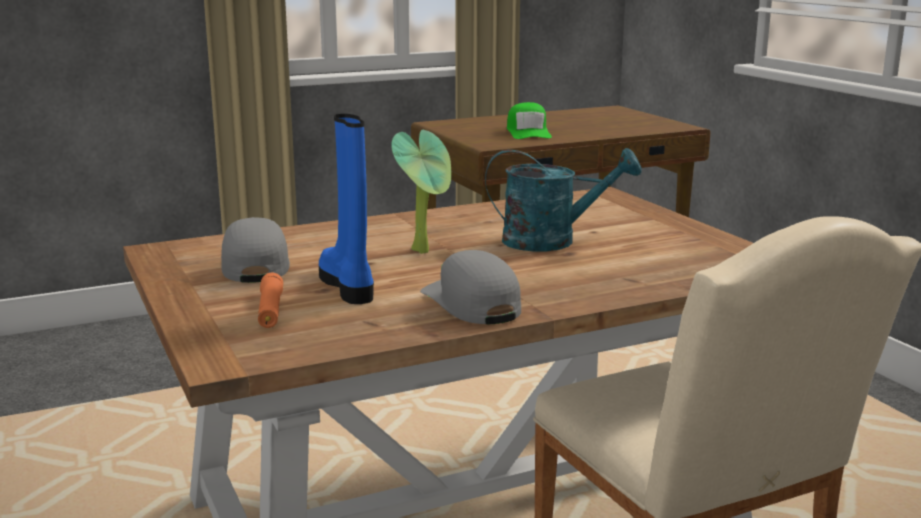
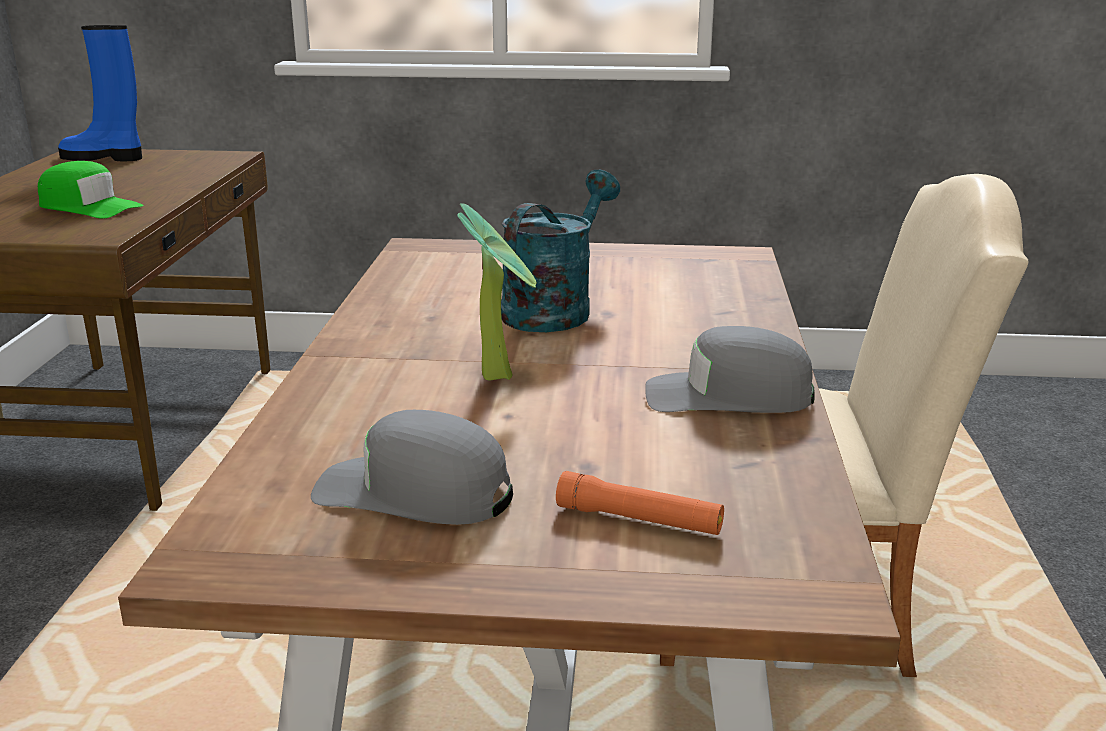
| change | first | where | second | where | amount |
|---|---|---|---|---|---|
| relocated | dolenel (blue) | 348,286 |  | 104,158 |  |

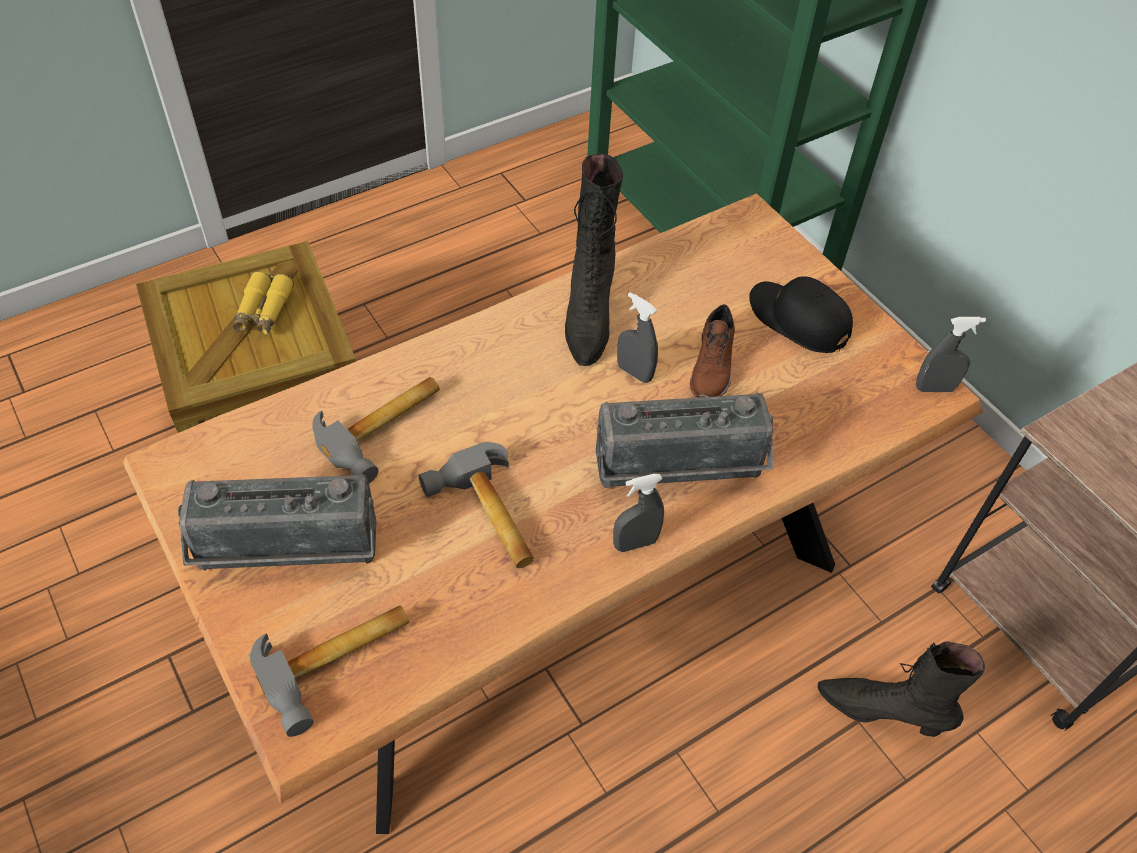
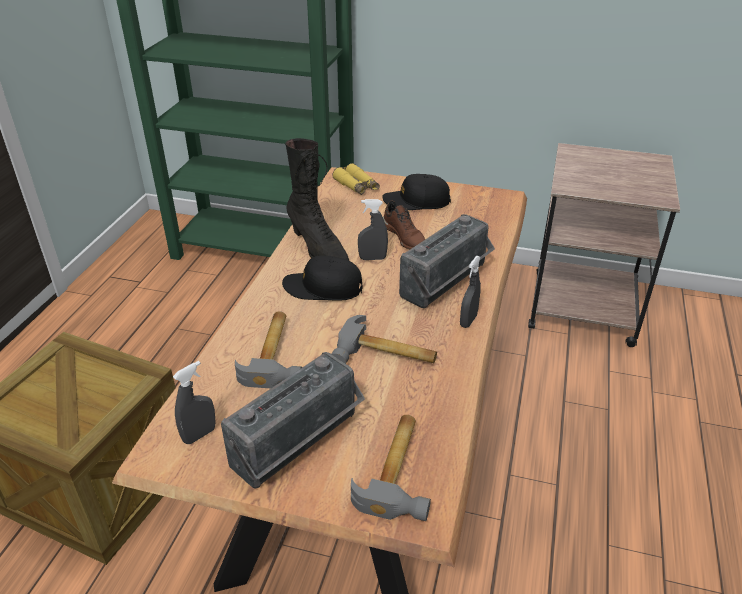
| change | first | where | second | where | amount |
|---|---|---|---|---|---|
| relocated | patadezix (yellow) | 263,311 |  | 356,186 |  |
| missing | dolenel (black) | 881,711 |  |  |  |
| relocated | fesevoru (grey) | 934,388 |  | 199,435 |  |
| appeared |  |  | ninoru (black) | 323,288 |  |

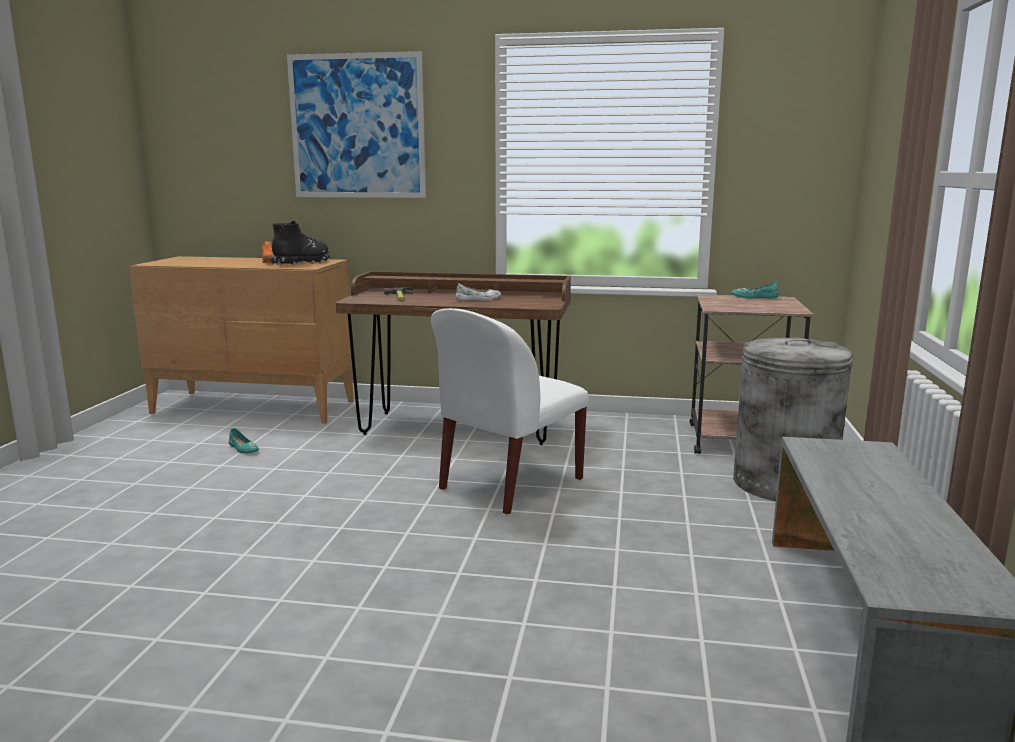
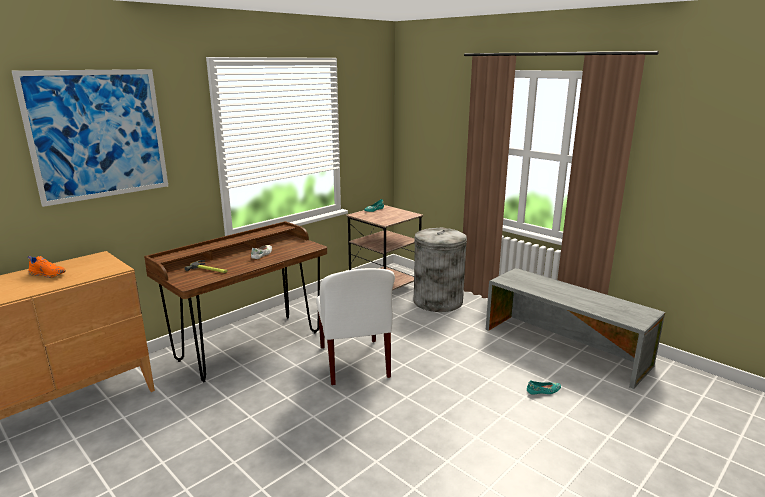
| change | first | where | second | where | amount |
|---|---|---|---|---|---|
| relocated | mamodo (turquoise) | 243,449 |  | 543,391 |  |
| missing | dolenel (black) | 302,263 |  |  |  |

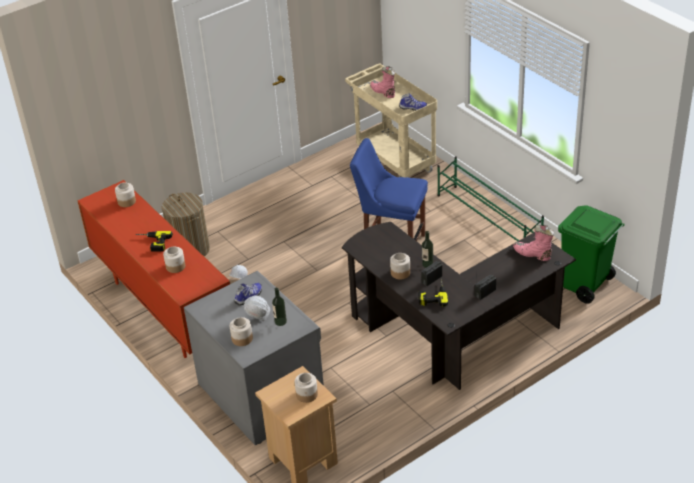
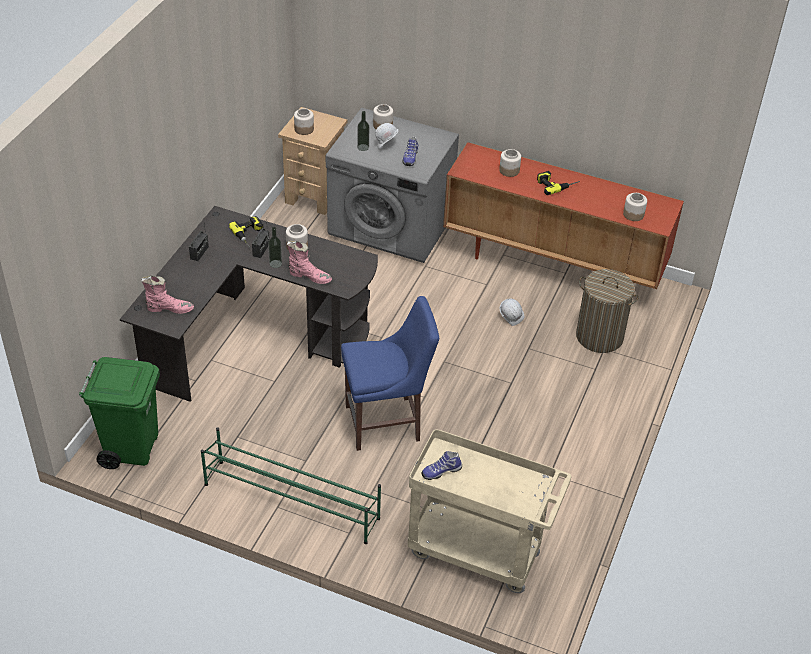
| change | first | where | second | where | amount |
|---|---|---|---|---|---|
| relocated | dolenel (pink) | 383,92 |  | 309,276 |  |

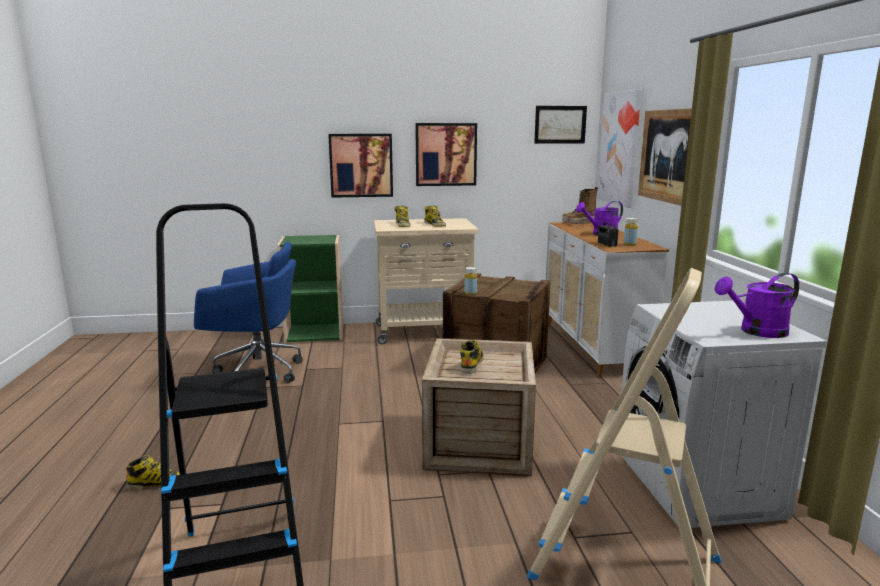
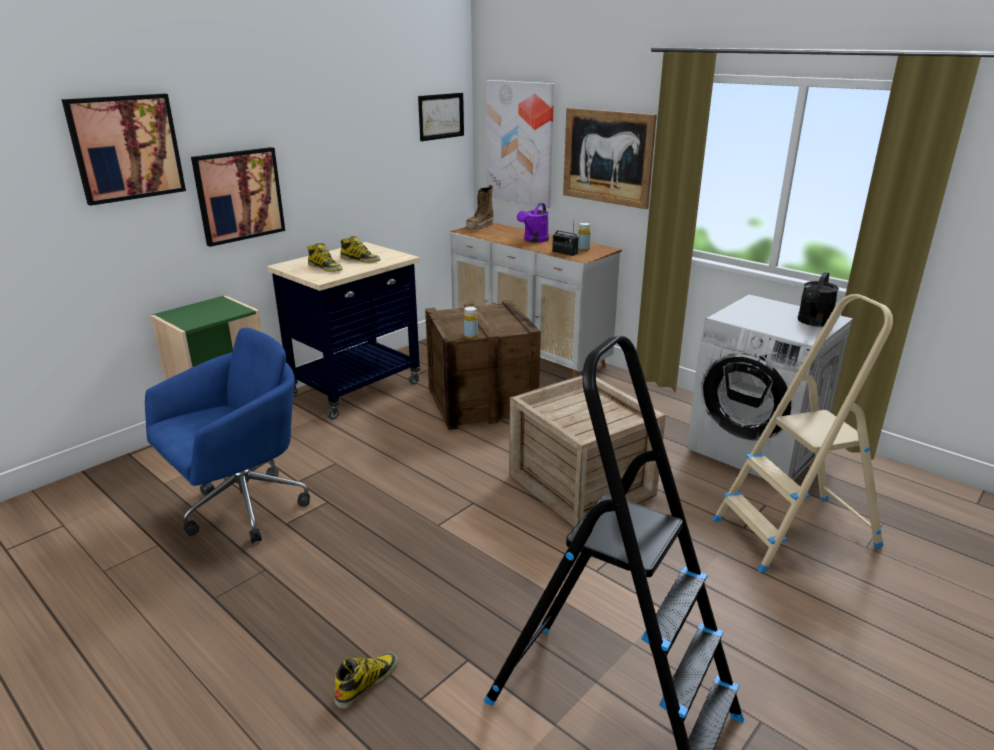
| change | first | where | second | where | amount |
|---|---|---|---|---|---|
| colour | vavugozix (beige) | 424,332 | vavugozix (blue) | 355,389 |  |
| relocated | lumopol | 446,154 |  | 126,148 |  |
| missing | dolenel | 472,364 |  |  |  |
| colour | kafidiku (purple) | 757,332 | kafidiku (black) | 813,322 |  |

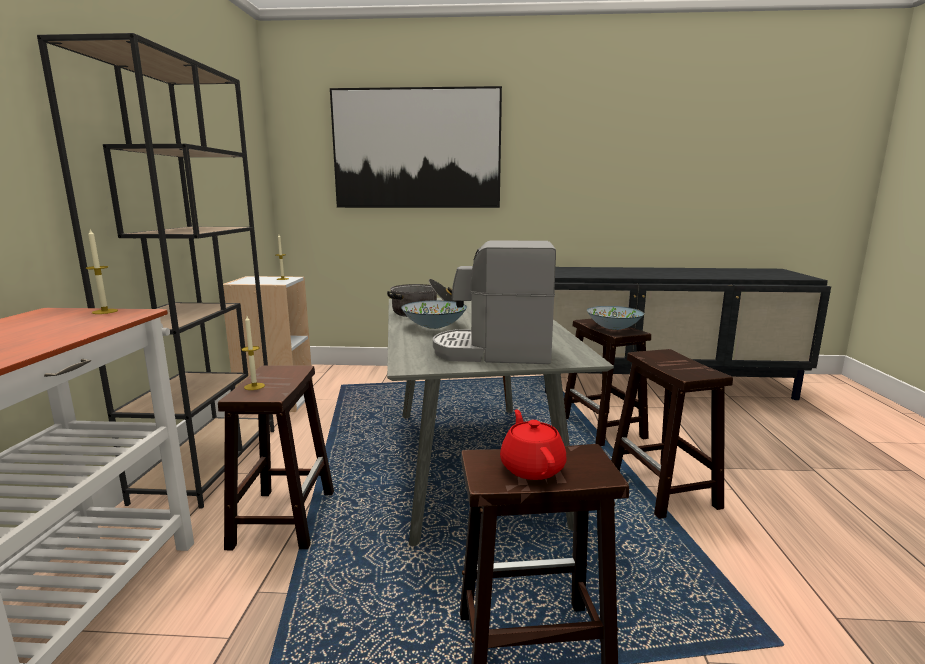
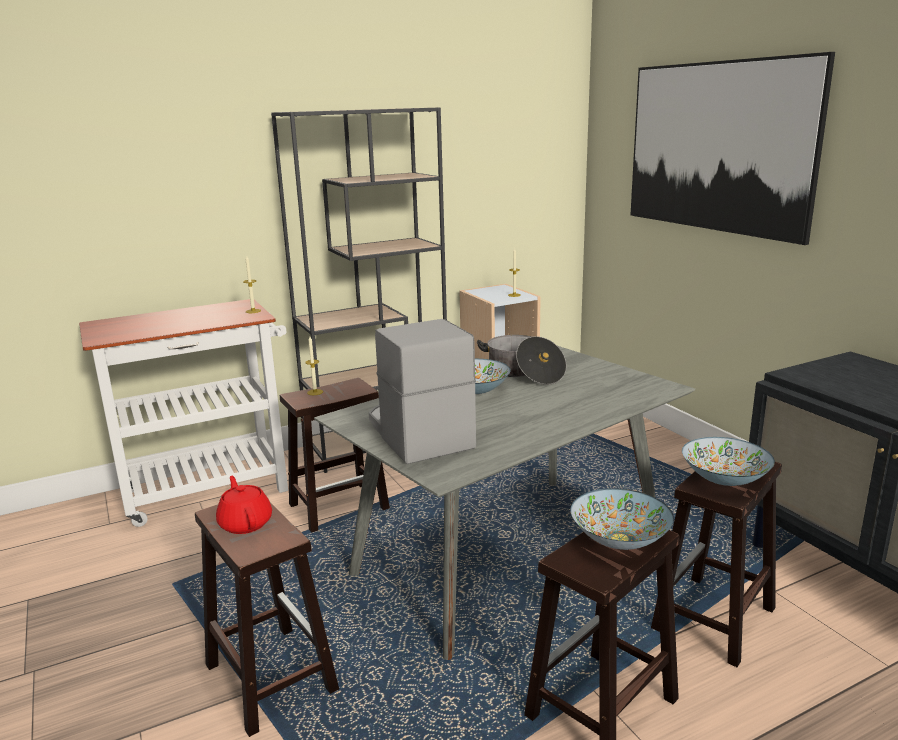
| change | first | where | second | where | amount |
|---|---|---|---|---|---|
| spun | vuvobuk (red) | 532,467 |  | 245,523 | 75 degrees counterclockwise |
| appeared |  |  | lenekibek | 619,539 |  |

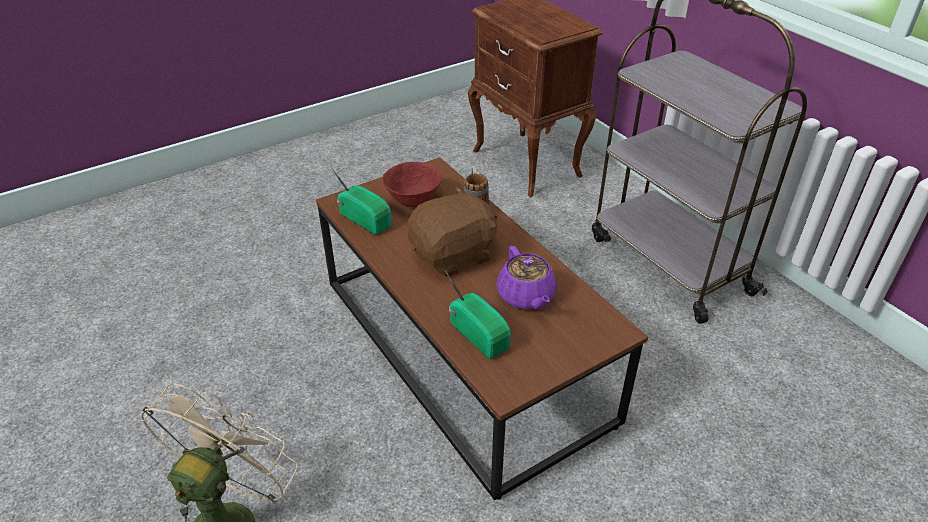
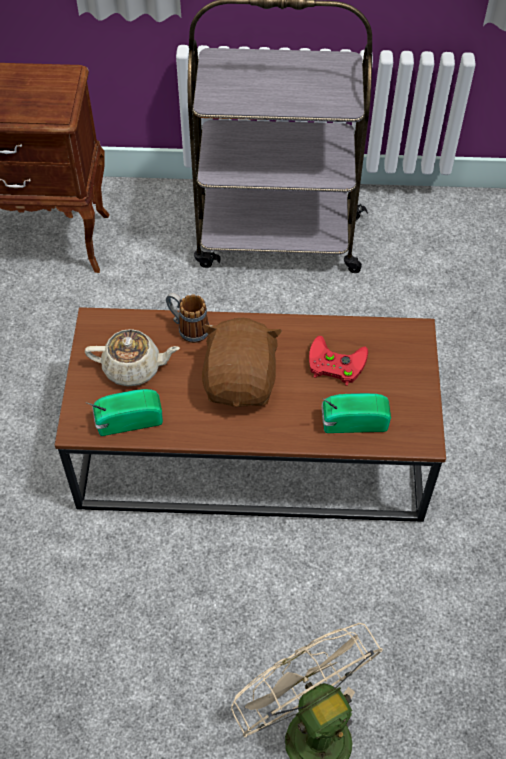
| change | first | where | second | where | amount |
|---|---|---|---|---|---|
| exchanged | lenekibek (red) | 413,201 | vuvobuk (beige) | 133,368 |  |
| exchanged | vuvobuk (purple) | 526,296 | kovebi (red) | 334,364 |  |

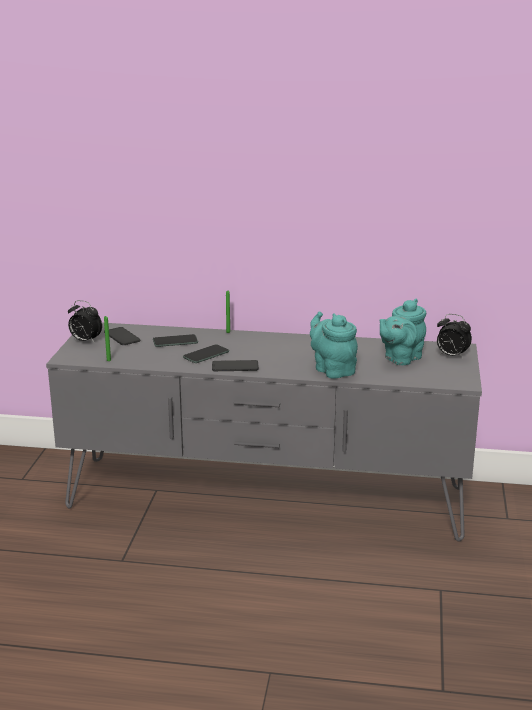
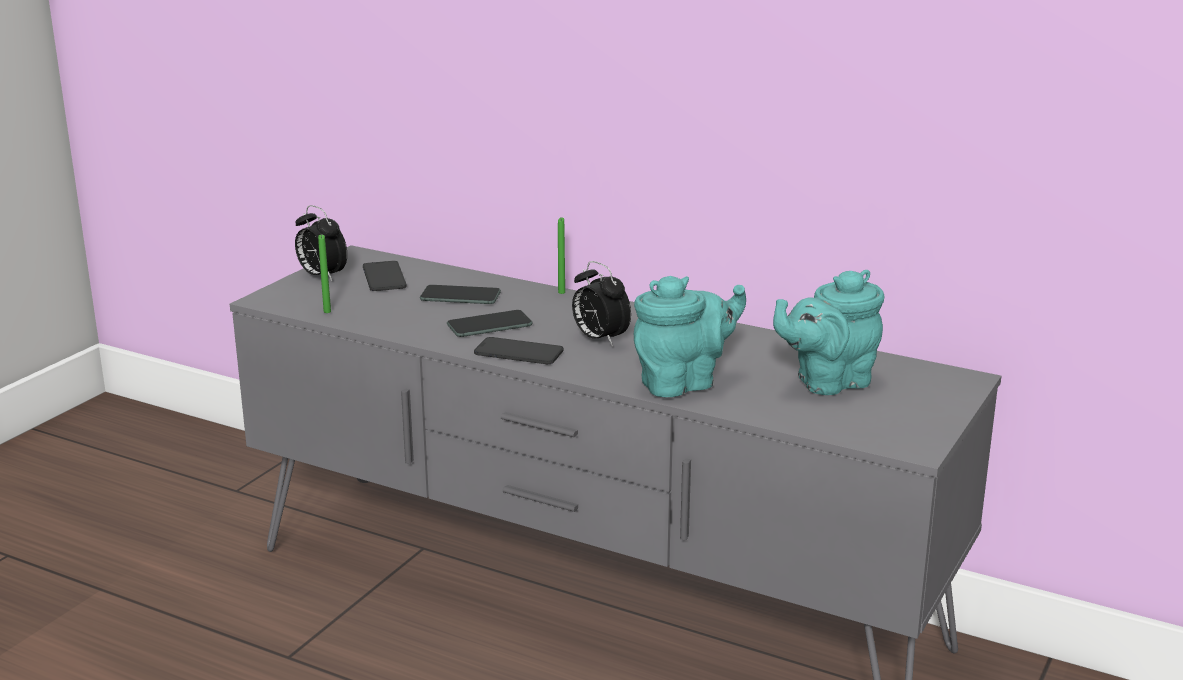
| change | first | where | second | where | amount |
|---|---|---|---|---|---|
| spun | vuvobuk (turquoise) | 332,369 |  | 683,383 | 75 degrees clockwise |
| relocated | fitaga | 451,356 |  | 599,339 |  |

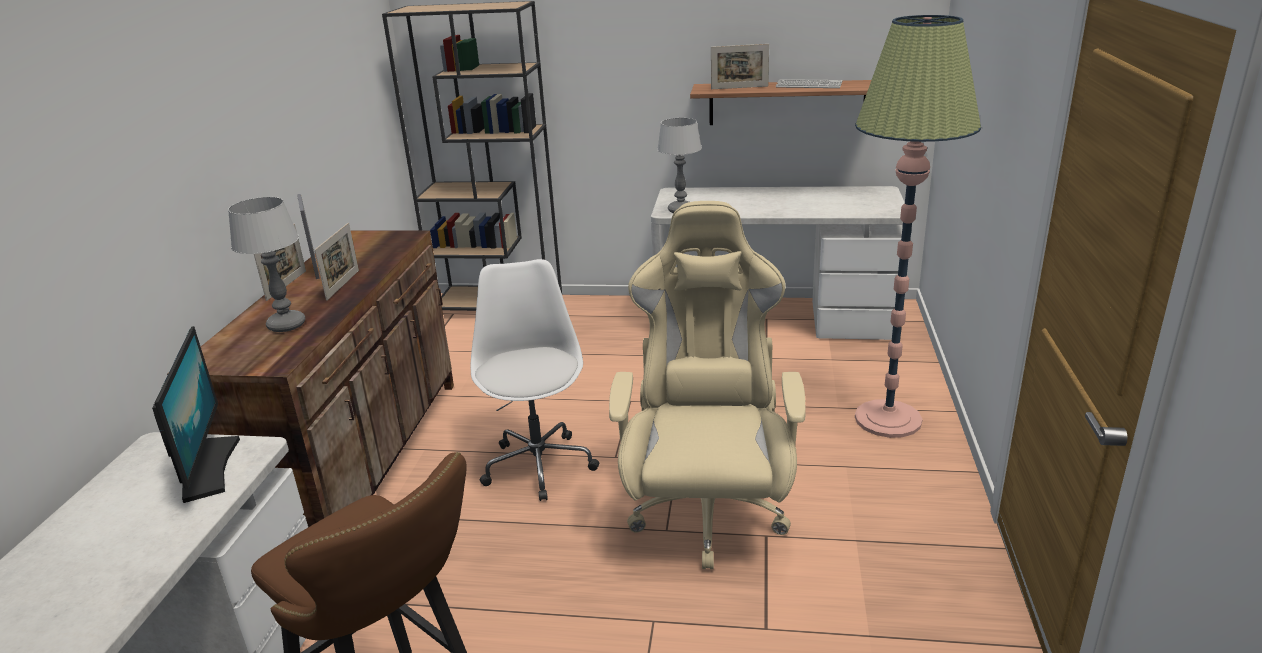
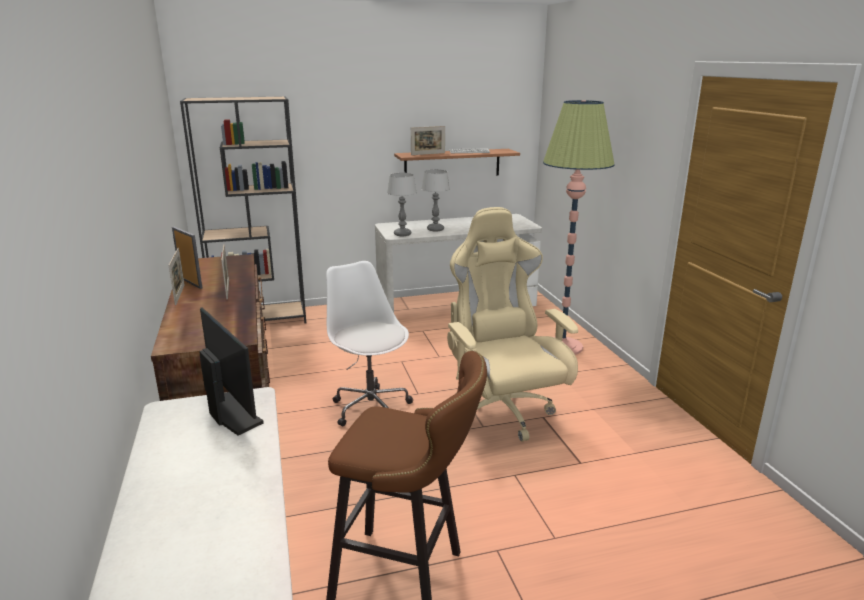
| change | first | where | second | where | amount |
|---|---|---|---|---|---|
| relocated | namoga | 287,325 |  | 435,229 |  |

